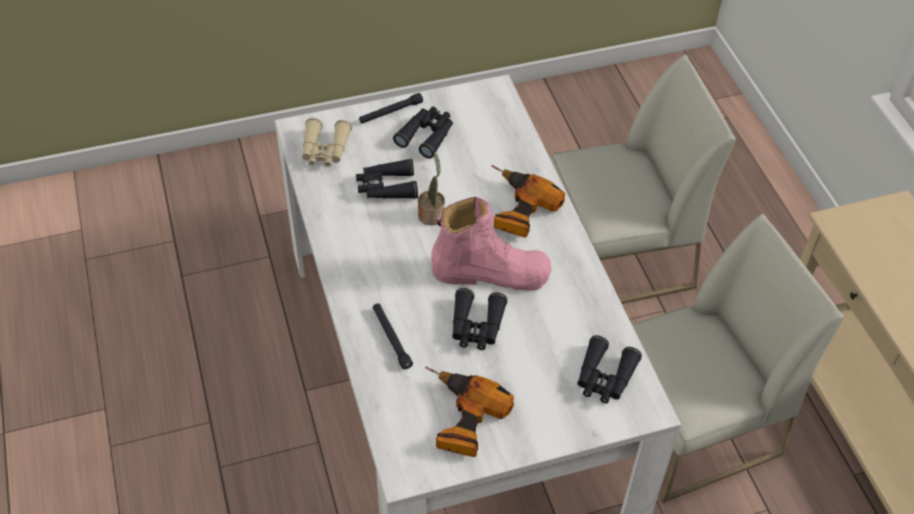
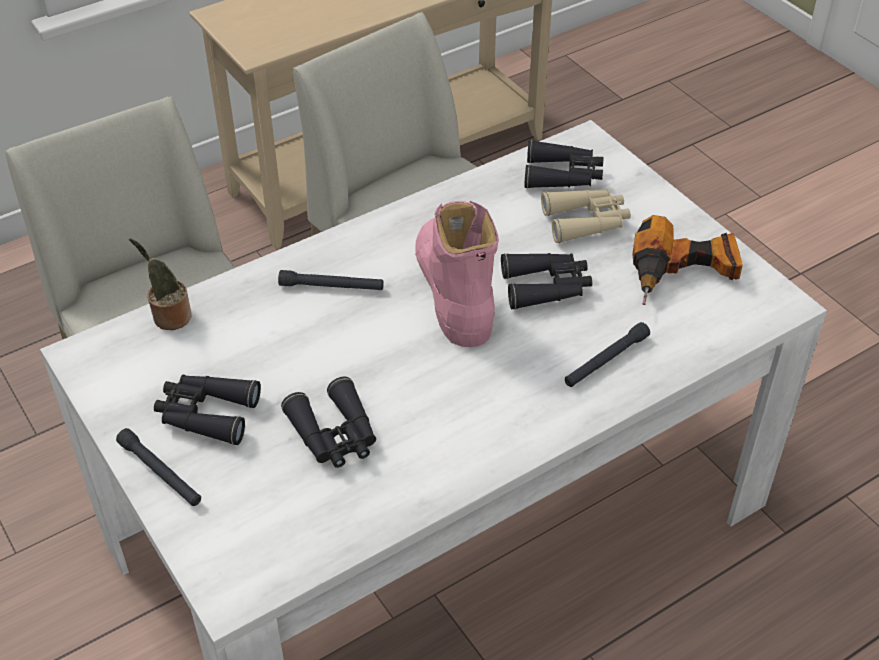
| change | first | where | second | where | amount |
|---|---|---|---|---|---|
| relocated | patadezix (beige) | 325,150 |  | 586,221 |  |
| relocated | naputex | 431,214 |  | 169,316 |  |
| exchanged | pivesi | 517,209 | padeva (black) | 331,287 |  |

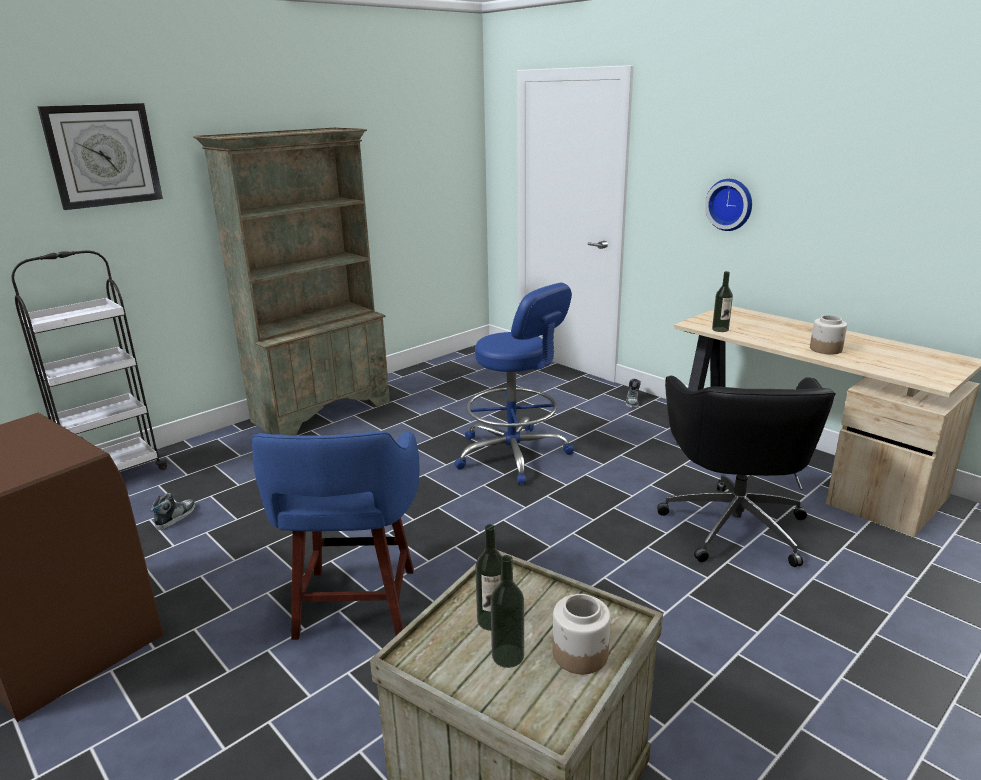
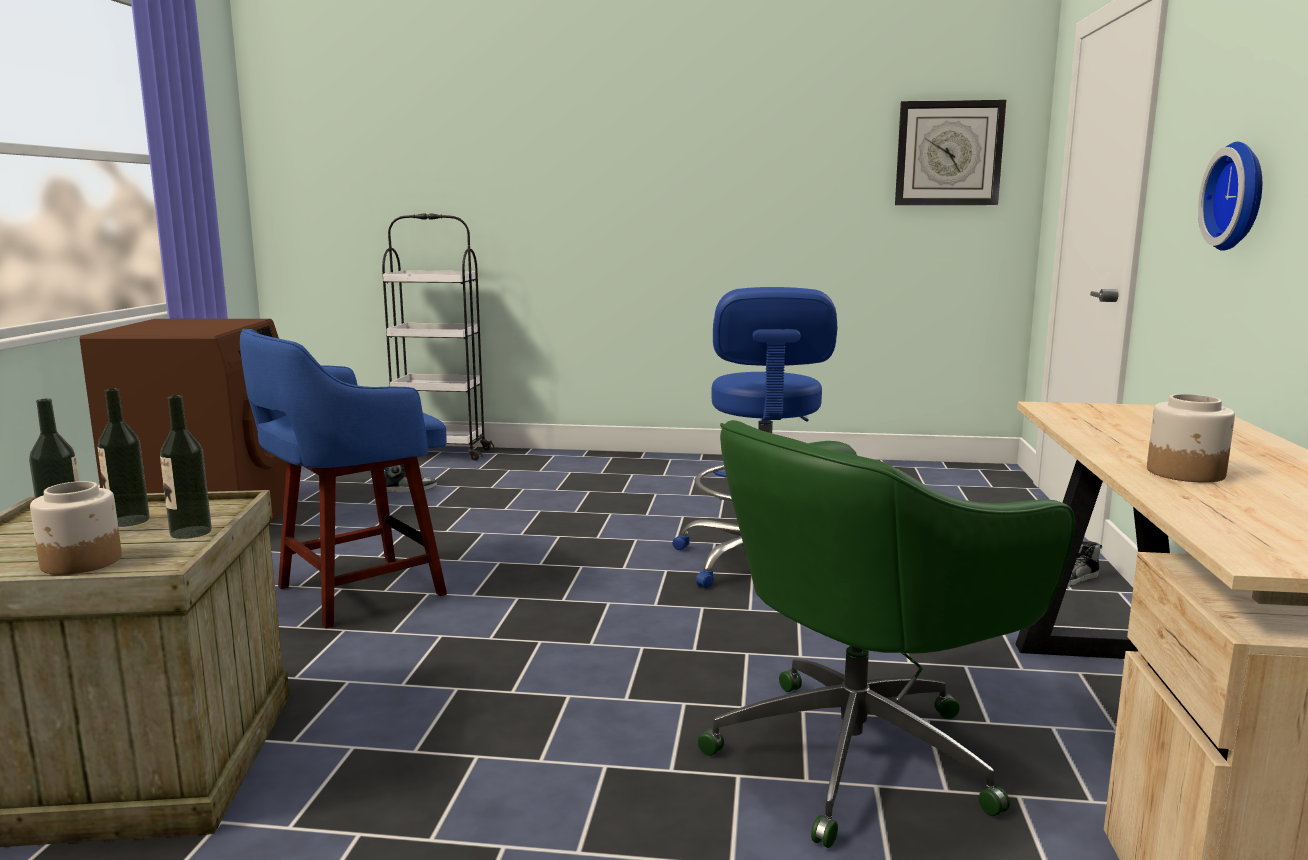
| change | first | where | second | where | amount |
|---|---|---|---|---|---|
| relocated | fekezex | 103,155 |  | 948,153 |  |
| missing | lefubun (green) | 321,411 |  |  |  |
| colour | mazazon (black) | 734,524 | mazazon (green) | 860,753 |  |
| relocated | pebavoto | 720,329 |  | 190,532 |  |

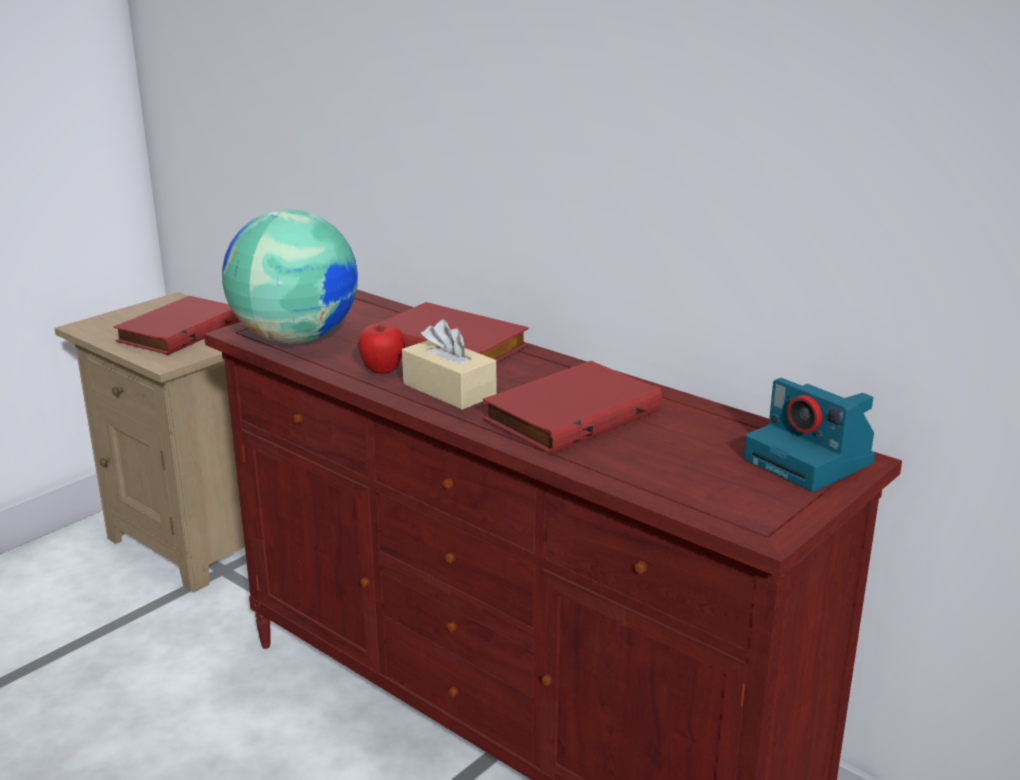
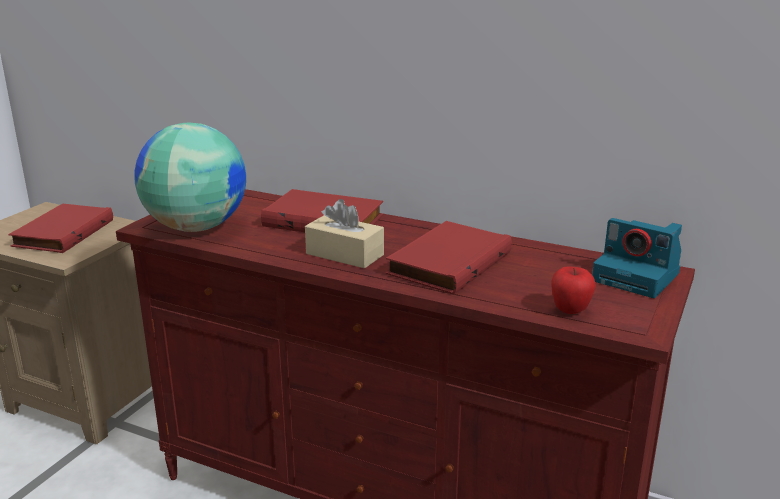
| change | first | where | second | where | amount |
|---|---|---|---|---|---|
| relocated | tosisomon | 382,371 |  | 570,310 |  |

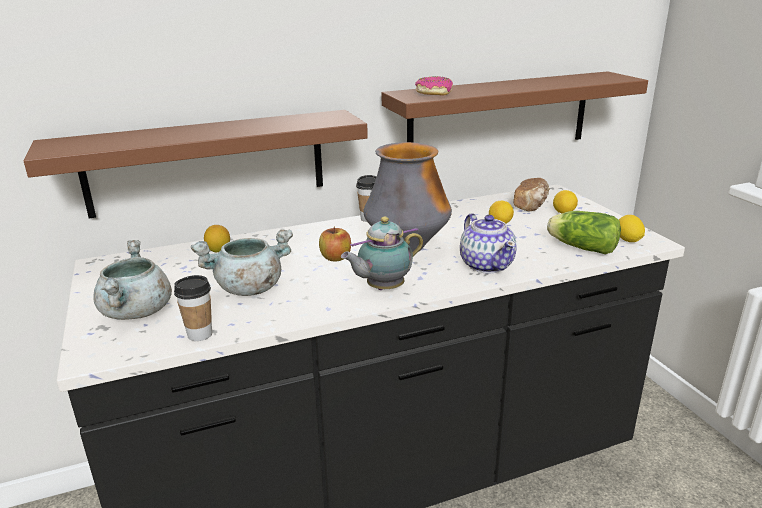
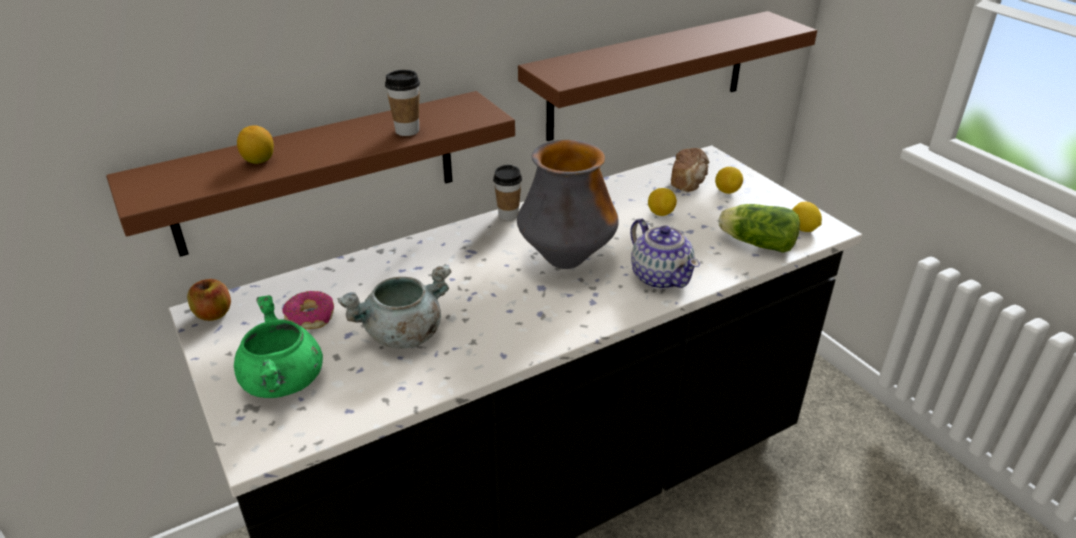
| change | first | where | second | where | amount |
|---|---|---|---|---|---|
| colour | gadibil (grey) | 137,312 | gadibil (green) | 284,382 |  |
| relocated | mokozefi | 200,334 |  | 407,131 |  |
| relocated | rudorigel | 218,250 |  | 259,160 |  |
| relocated | tosisomon | 335,258 |  | 213,314 |  |
| missing | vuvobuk | 382,288 |  |  |  |
| relocated | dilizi | 434,93 |  | 310,317 |  |

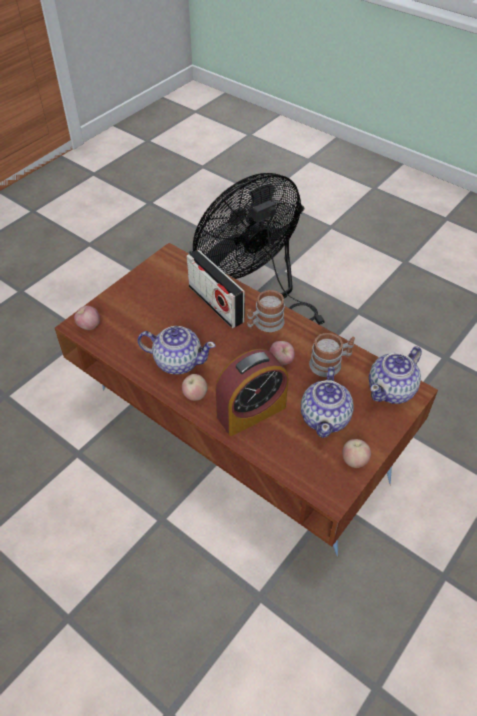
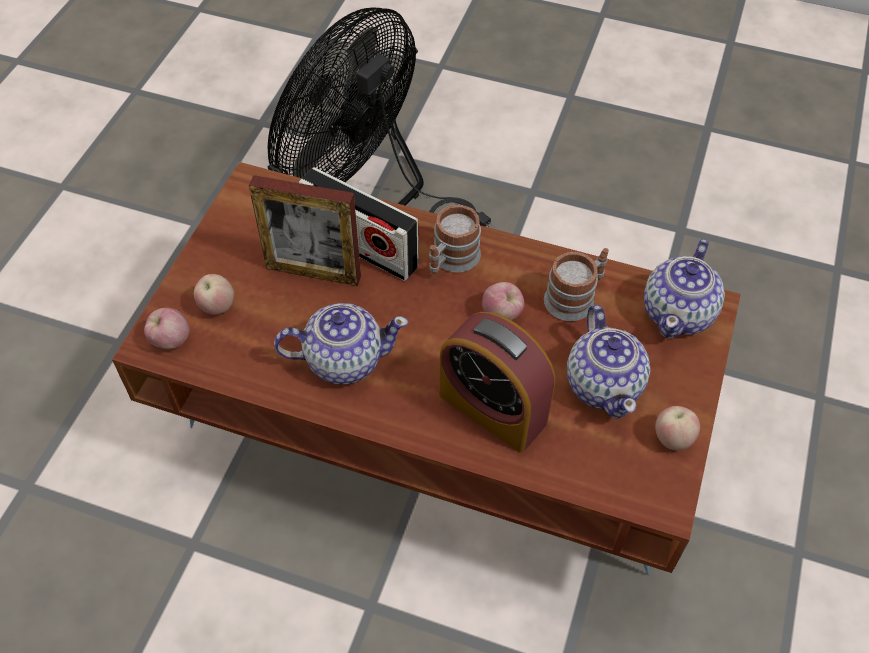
| change | first | where | second | where | amount |
|---|---|---|---|---|---|
| relocated | tosisomon | 195,395 |  | 217,306 |  |
| spun | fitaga | 251,412 |  | 492,408 | 90 degrees clockwise |
| appeared |  |  | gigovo | 313,272 |  |

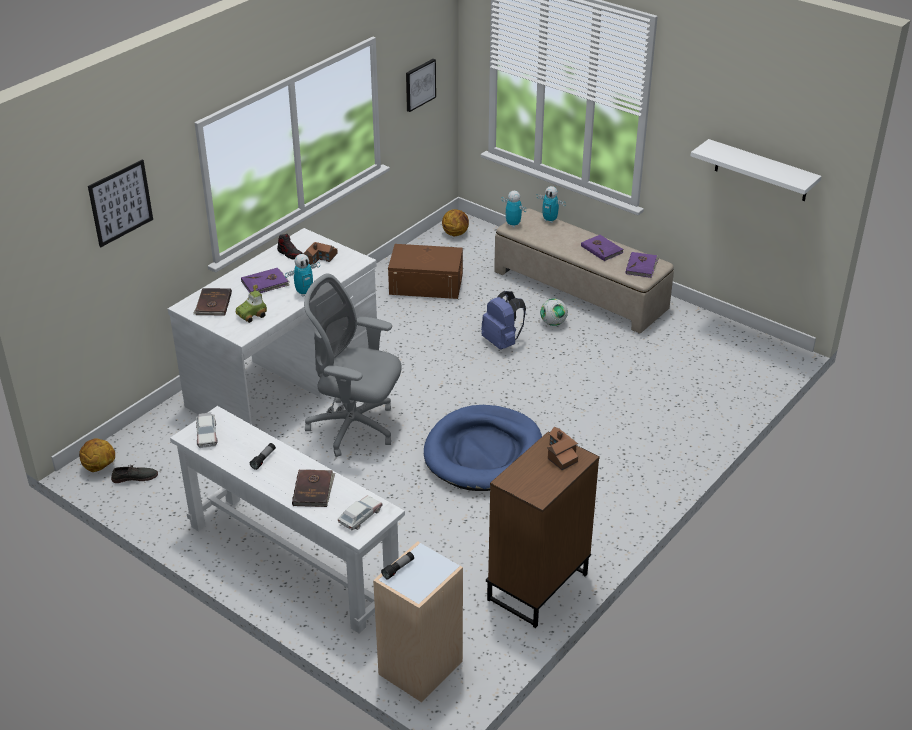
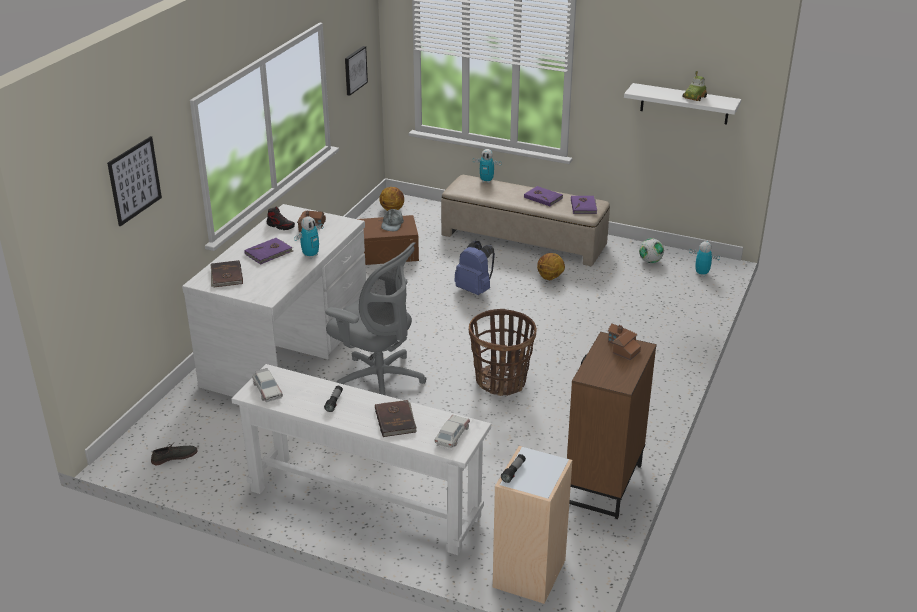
| change | first | where | second | where | amount |
|---|---|---|---|---|---|
| relocated | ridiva | 99,467 |  | 549,278 |  |
| relocated | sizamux | 251,315 |  | 694,97 |  |
| spun | mazazon (grey) | 358,427 |  | 375,378 | 150 degrees counterclockwise |
| exchanged | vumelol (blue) | 483,452 | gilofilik | 501,381 |  |
| relocated | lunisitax | 513,224 |  | 701,274 |  |
| relocated | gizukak | 553,323 |  | 650,261 |  |
| appeared |  |  | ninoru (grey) | 392,224 |  |

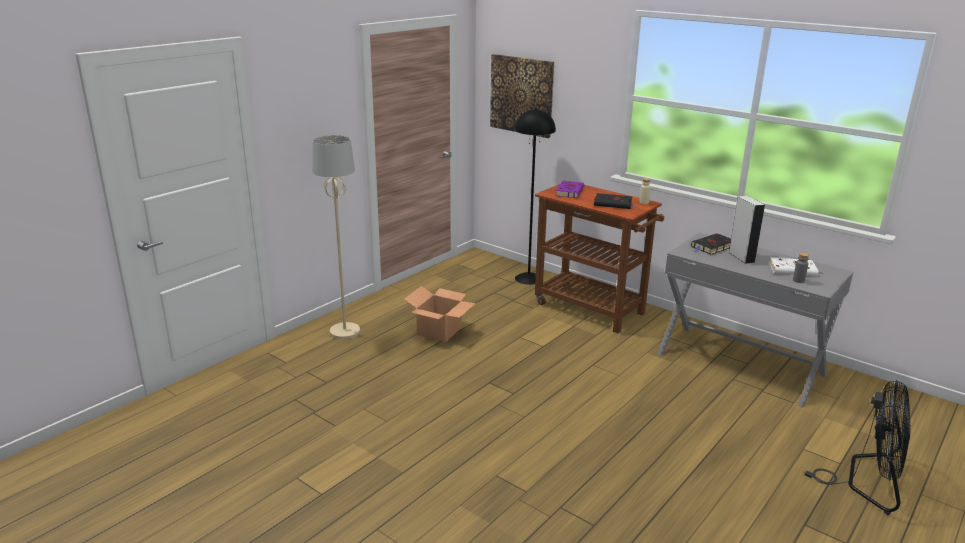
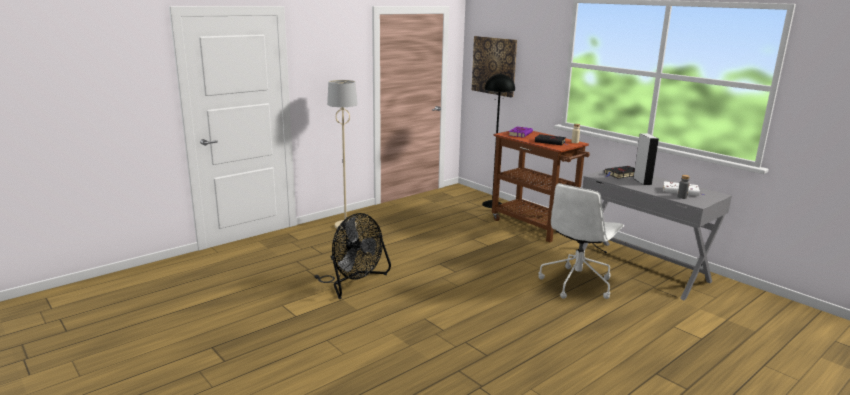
| change | first | where | second | where | amount |
|---|---|---|---|---|---|
| missing | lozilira | 439,331 |  |  |  |
| relocated | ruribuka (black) | 866,479 |  | 352,283 |  |
| appeared |  |  | mazazon (white) | 578,283 |  |

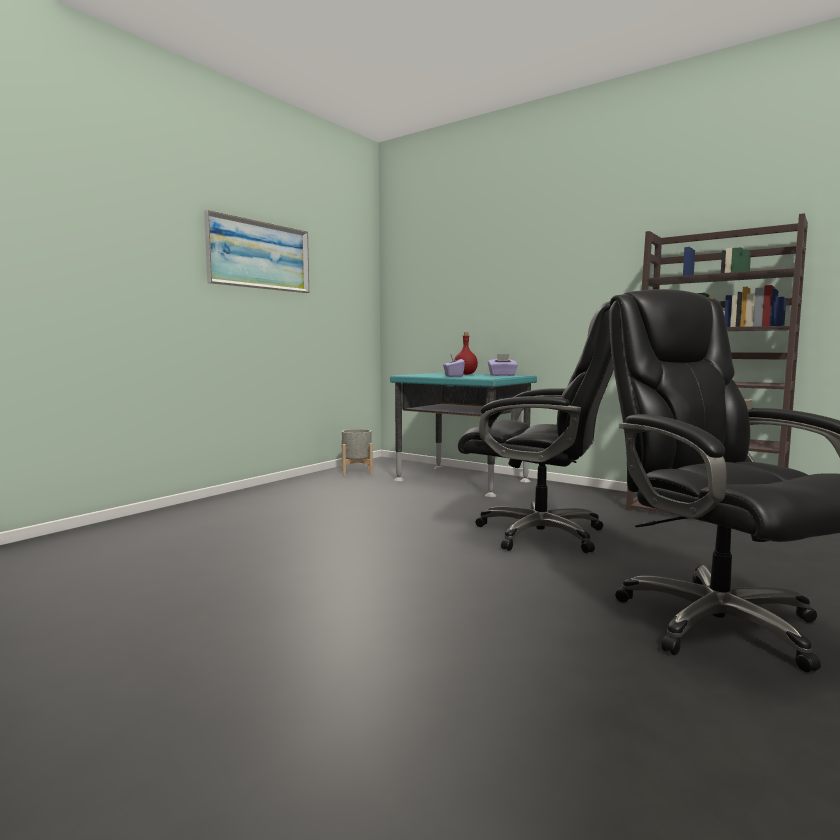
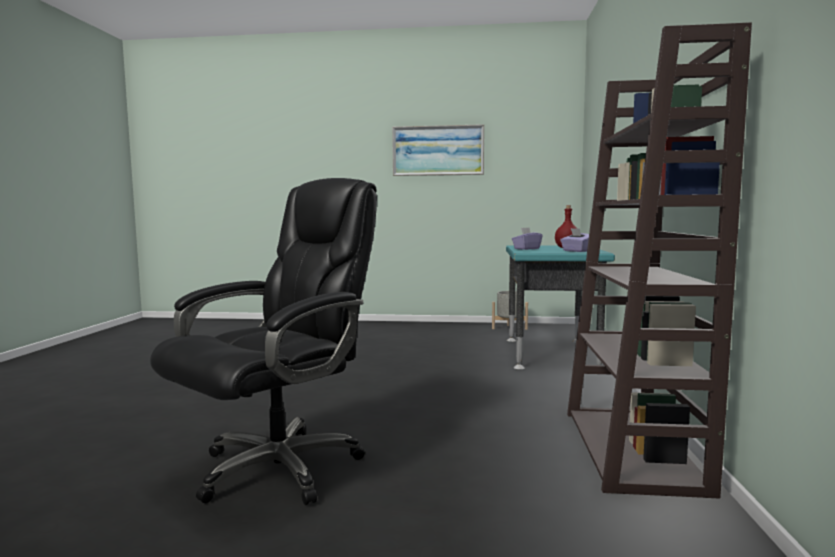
| change | first | where | second | where | amount |
|---|---|---|---|---|---|
| missing | mazazon (black) | 537,533 |  |  |  |

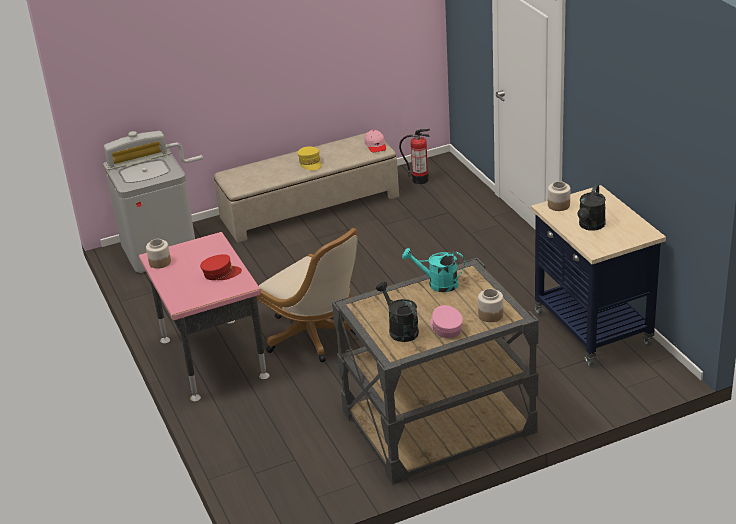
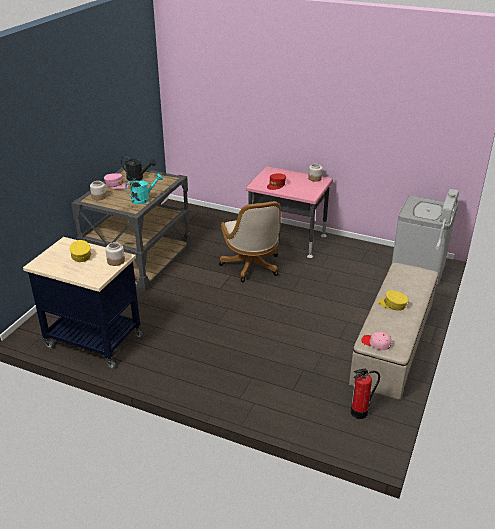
| change | first | where | second | where | amount |
|---|---|---|---|---|---|
| spun | mazazon | 316,337 |  | 252,268 | 105 degrees counterclockwise |
| exchanged | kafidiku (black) | 590,226 | ninoru (yellow) | 81,255 |  |

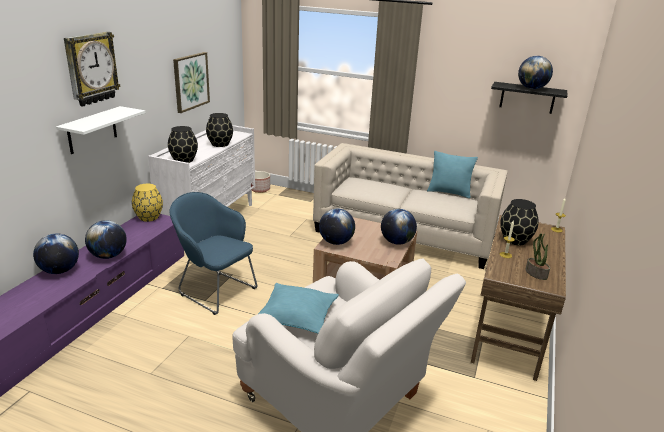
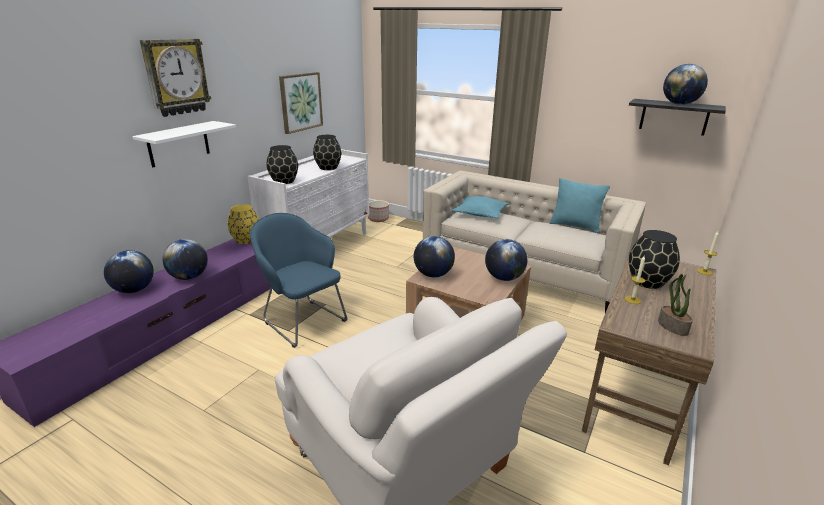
| change | first | where | second | where | amount |
|---|---|---|---|---|---|
| relocated | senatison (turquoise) | 297,316 |  | 480,213 |  |

